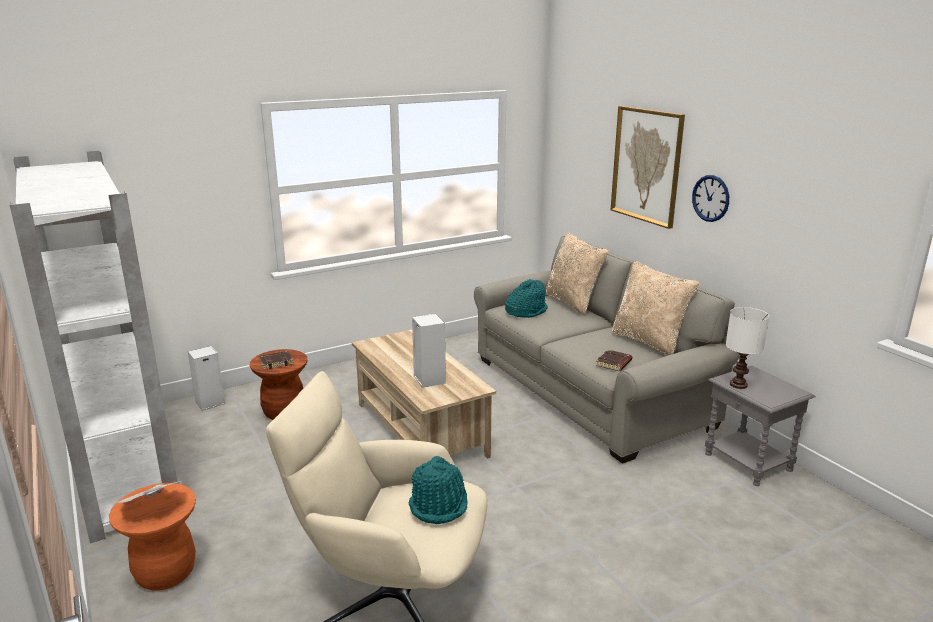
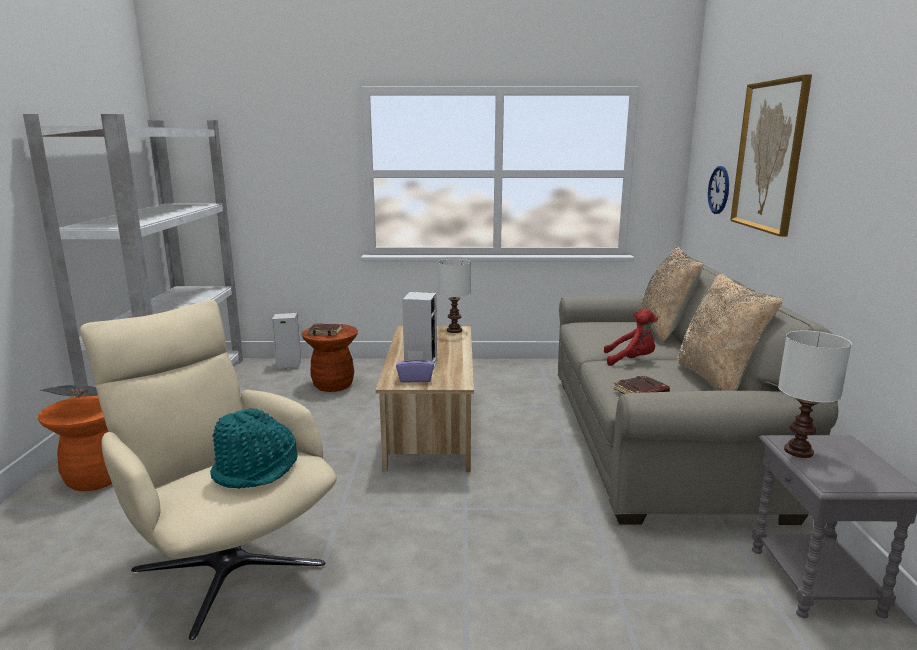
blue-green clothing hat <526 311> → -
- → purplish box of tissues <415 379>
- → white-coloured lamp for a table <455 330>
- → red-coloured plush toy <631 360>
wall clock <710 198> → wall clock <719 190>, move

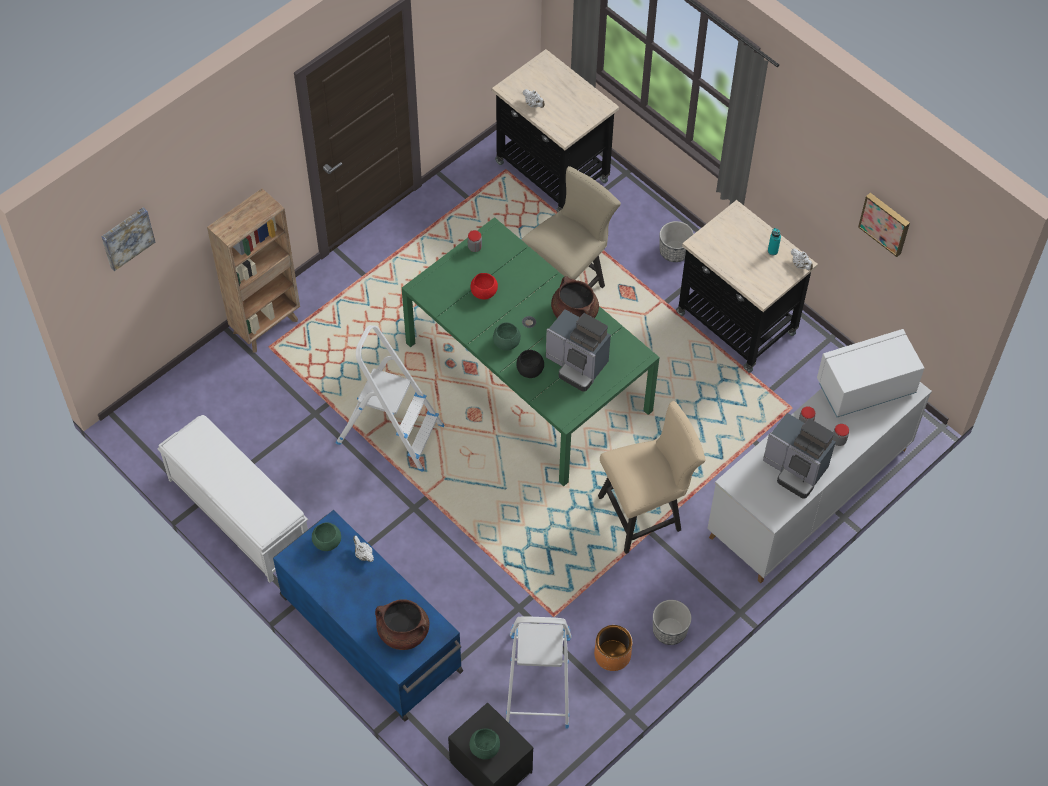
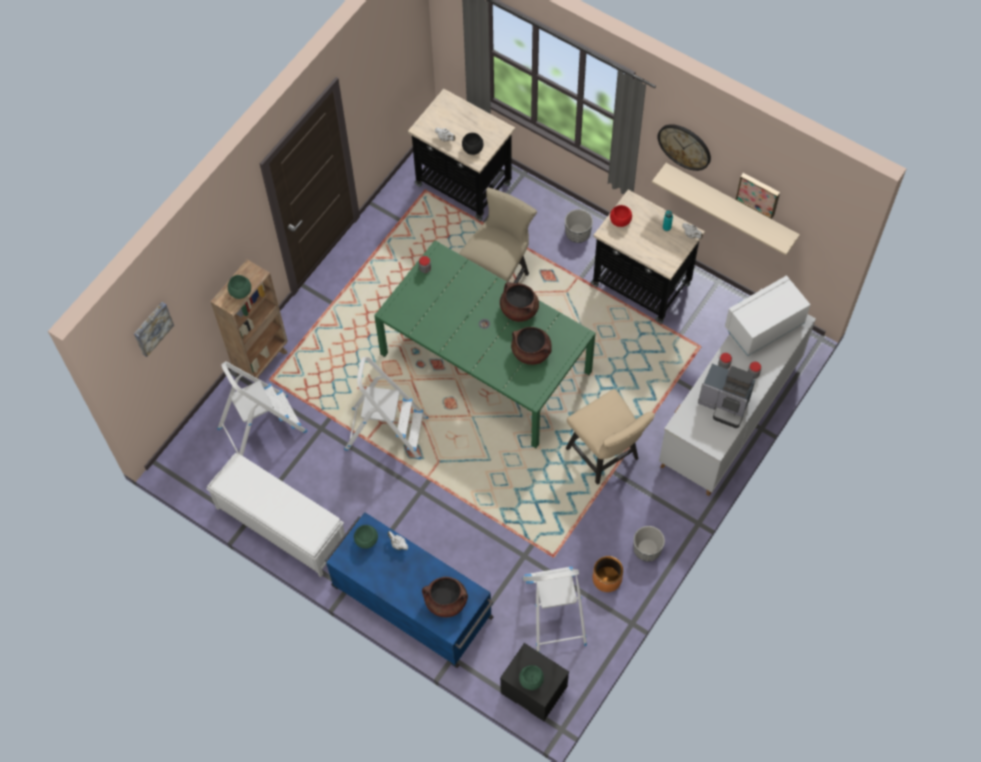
- → white-coloured step stool <263 429>
- → sand-coloured bracket shelf <730 205>
- → wall clock <684 146>
red-coloured serving bowl <483 292> → red-coloured serving bowl <620 221>, move
greenish serving bowl <507 343> → greenish serving bowl <241 291>, move
black serving bowl <530 370> → black serving bowl <473 148>, move
coffee brewer <577 364> → brown-coloured stockpot <531 352>
sand-coloured chair <646 512> → sand-coloured chair <606 456>, 90 degrees clockwise

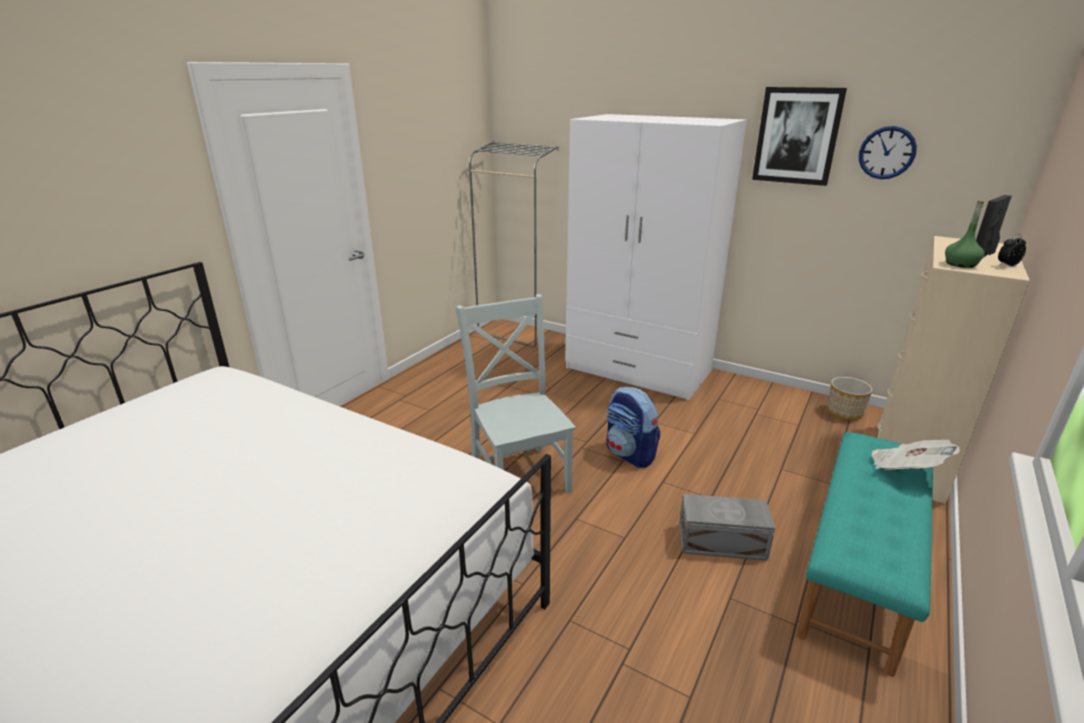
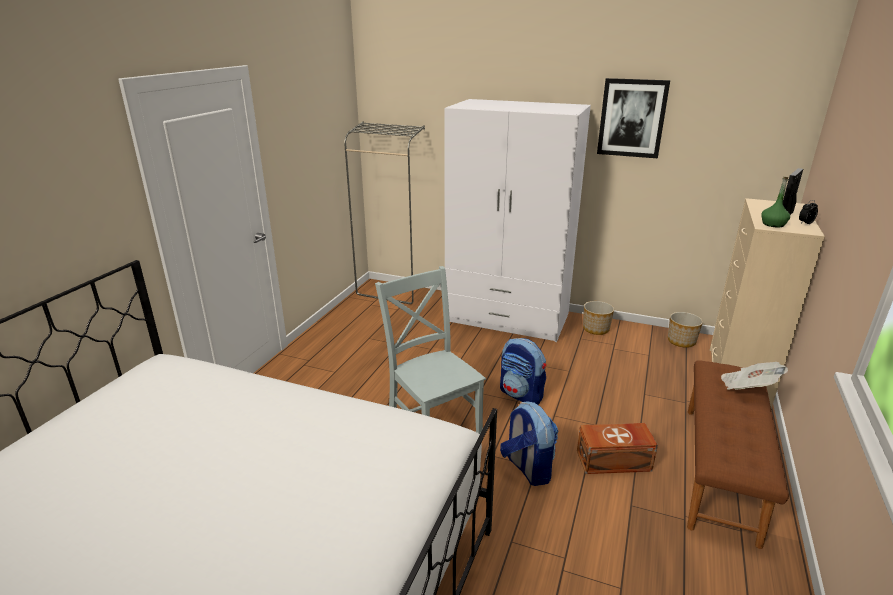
wall clock <887 152> → -
- → backpack <527 468>
- → planter <596 329>
gray storage bin <723 543> → brown-coloured storage bin <615 461>
blue-green long seat <859 570> → brown-coloured long seat <721 470>

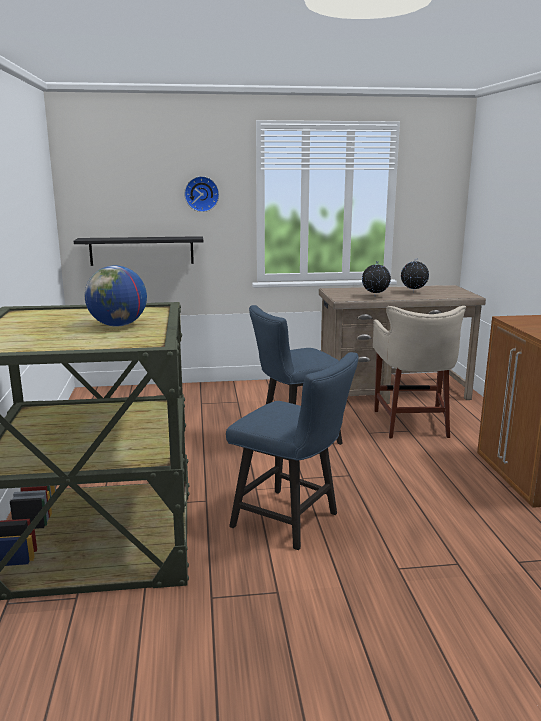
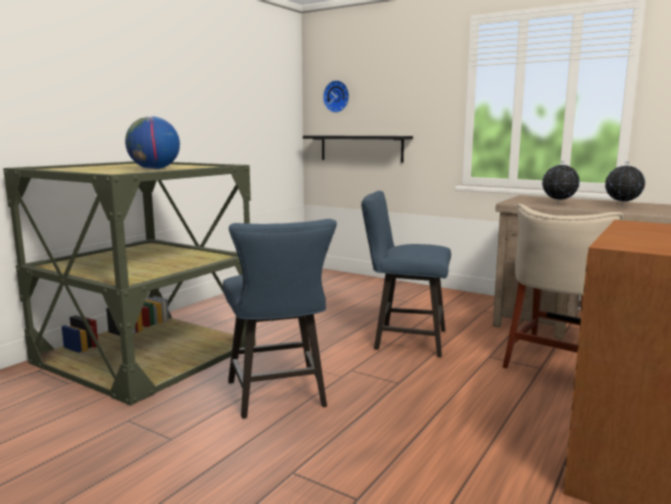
wall clock <201 194> → wall clock <337 96>, move

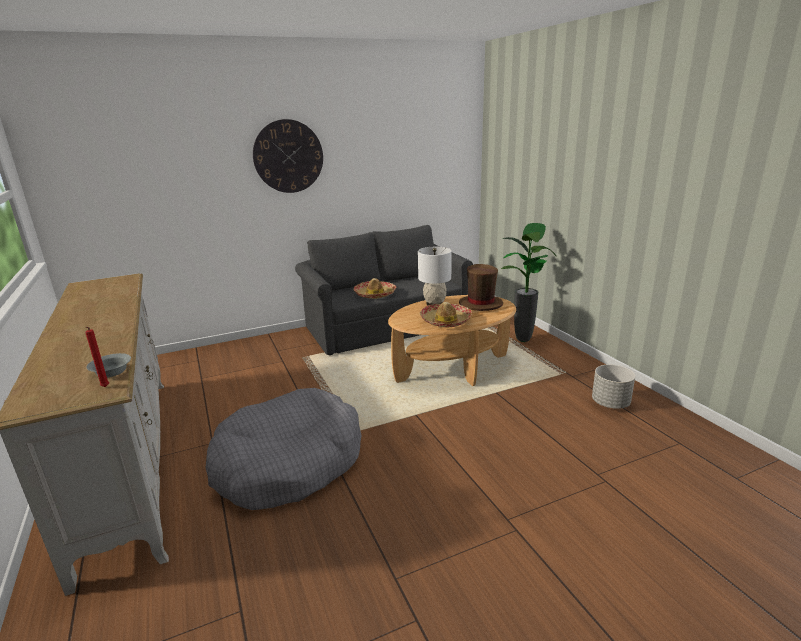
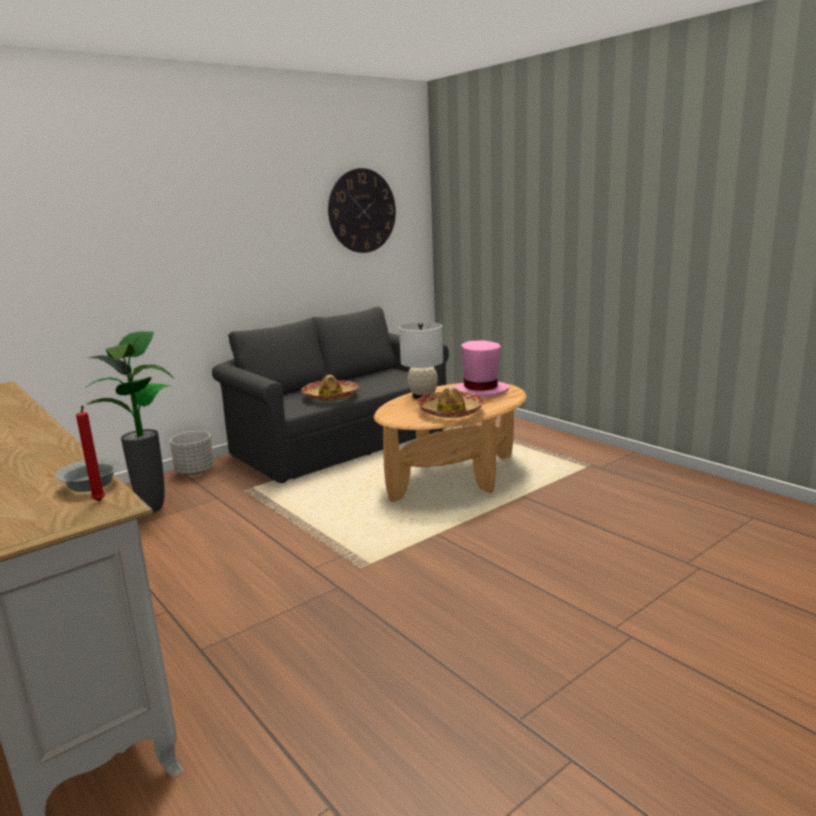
gray dog bed <288 463> → -
wall clock <288 156> → wall clock <362 211>, move
potted plant <524 340> → potted plant <154 509>, move
gray planter <610 403> → gray planter <195 471>, move
brown-coloured clothing hat <480 304> → pink-coloured clothing hat <480 391>

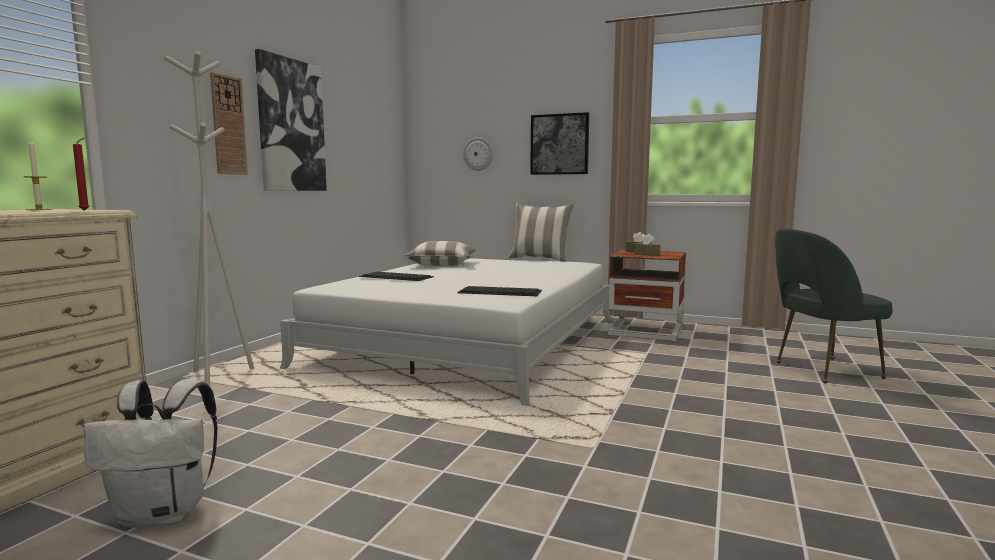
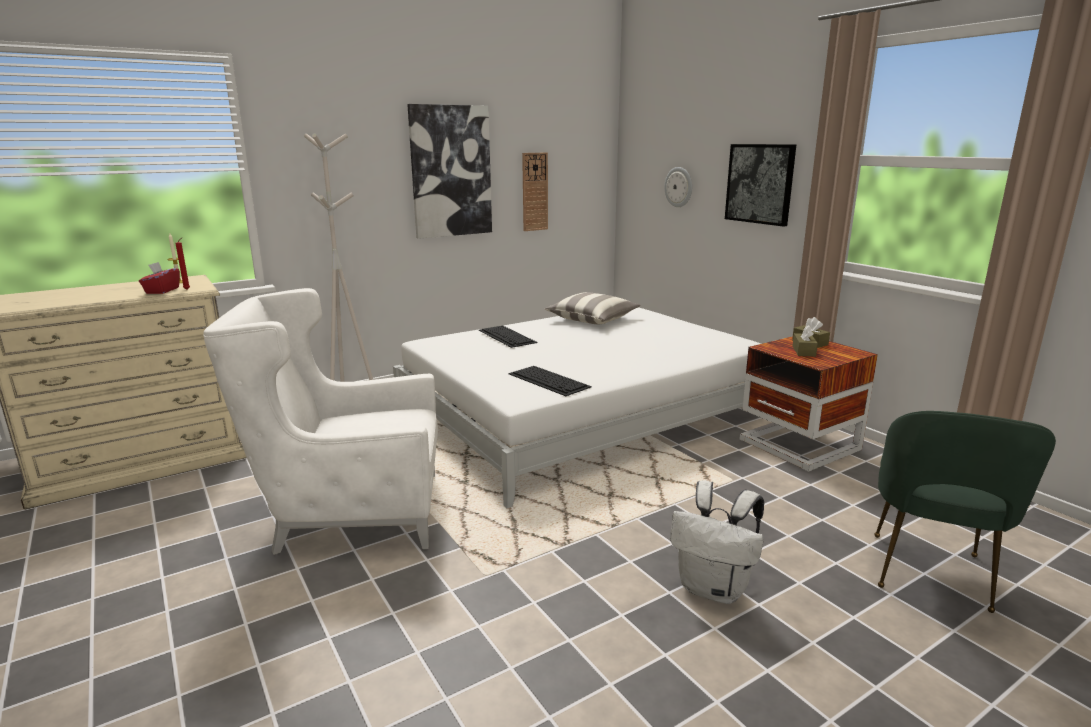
cushion <540 259> → -
- → red-coloured box of tissues <162 291>
- → white-coloured easy chair <351 514>
white-coloured backpack <165 513> → white-coloured backpack <714 589>, move
wall clock <228 125> → wall clock <534 192>, move
greenish chair <821 371> → greenish chair <929 578>, 90 degrees counterclockwise

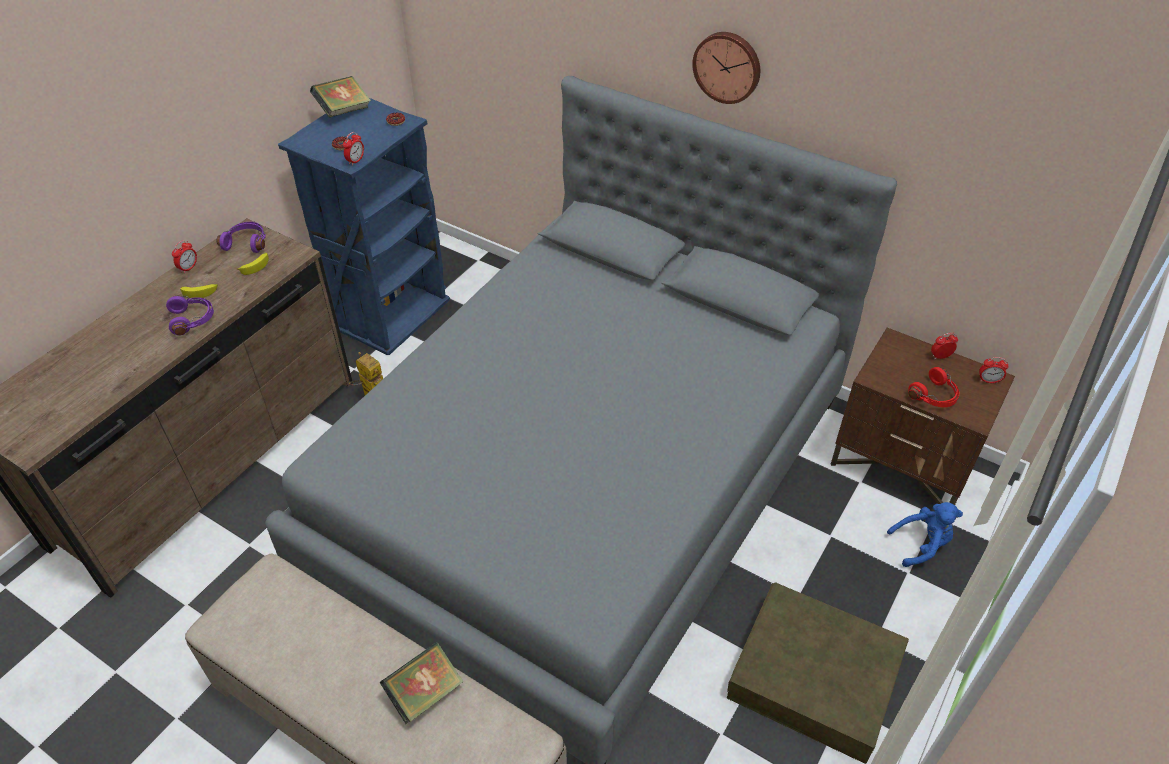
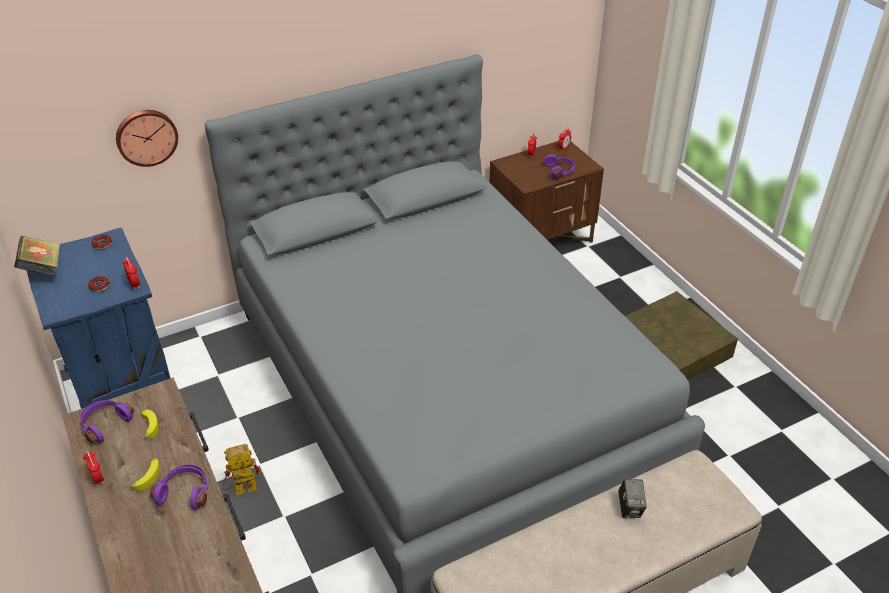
bluish plush toy <921 544> → -
wall clock <728 66> → wall clock <146 136>, move
bound book <425 693> → still camera <630 508>
red-coloured headphones <934 396> → purplish headphones <560 171>

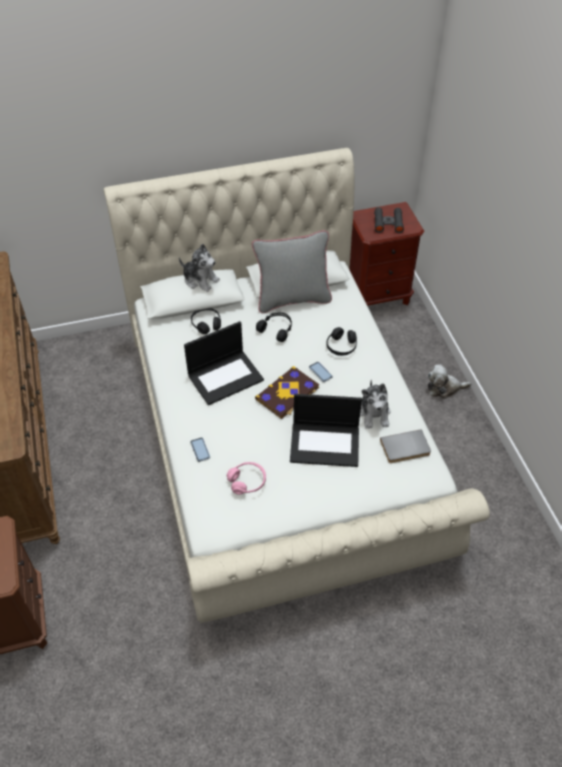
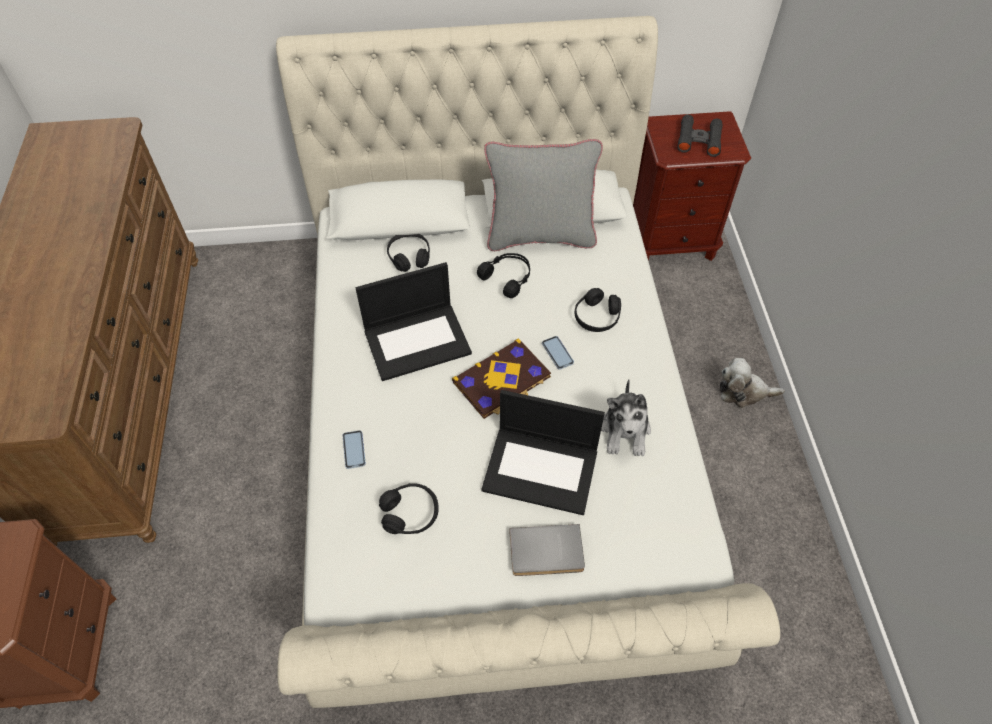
plush toy <200 280> → -
gray bound book <405 449> → gray bound book <546 553>, move
pink-coloured headphones <247 481> → black headphones <410 513>

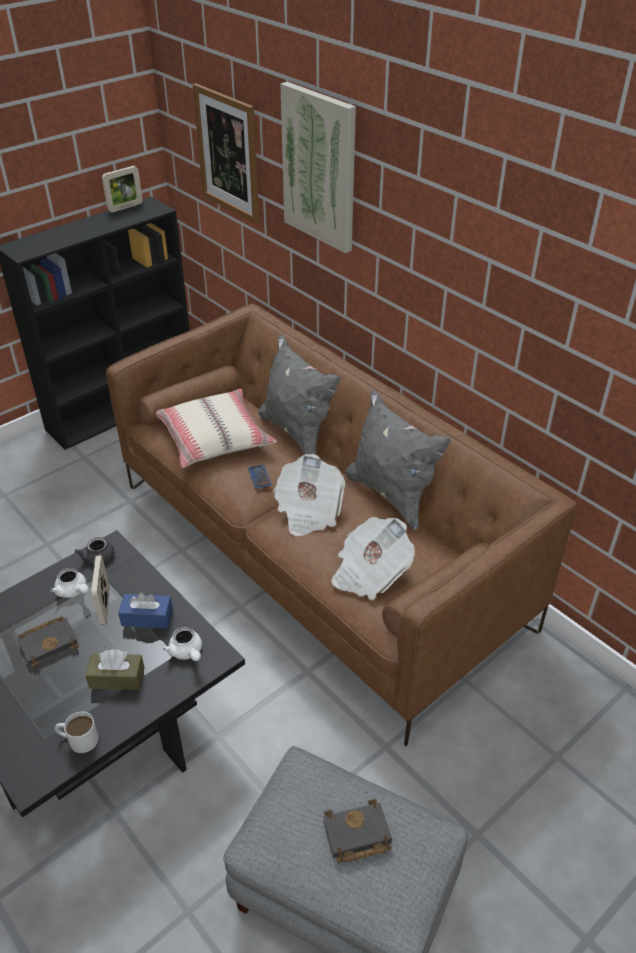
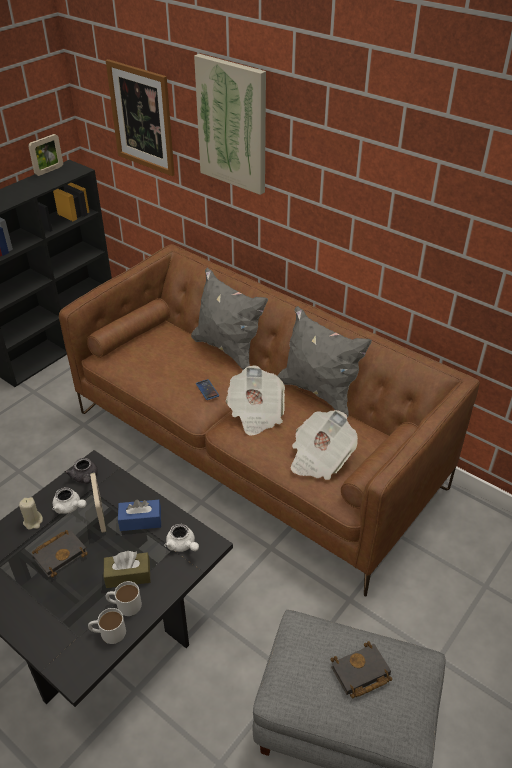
sand-coloured cushion <214 438> → -
- → sand-coloured wax light <33 521>
- → white-coloured tea mug <124 604>

